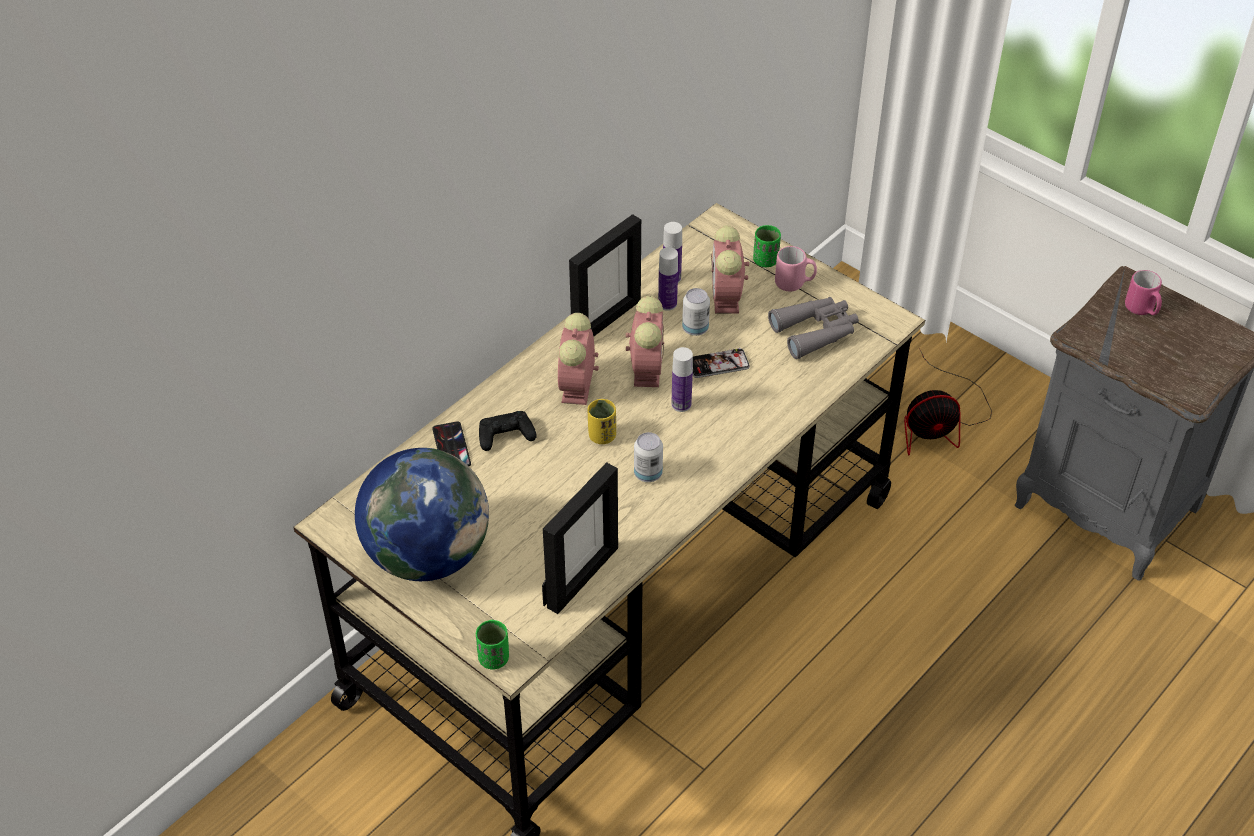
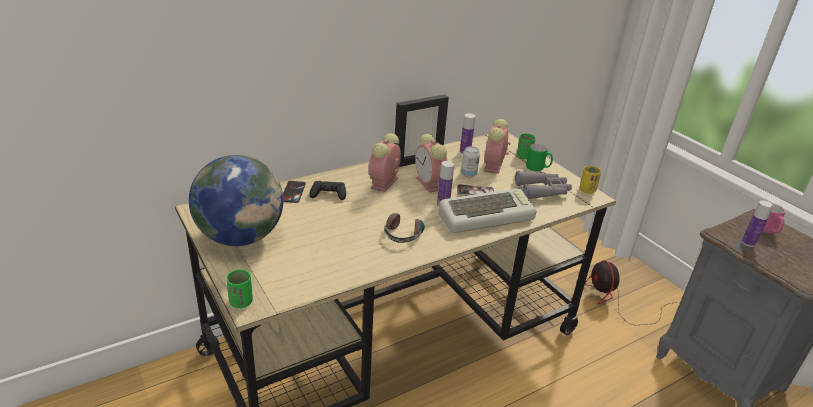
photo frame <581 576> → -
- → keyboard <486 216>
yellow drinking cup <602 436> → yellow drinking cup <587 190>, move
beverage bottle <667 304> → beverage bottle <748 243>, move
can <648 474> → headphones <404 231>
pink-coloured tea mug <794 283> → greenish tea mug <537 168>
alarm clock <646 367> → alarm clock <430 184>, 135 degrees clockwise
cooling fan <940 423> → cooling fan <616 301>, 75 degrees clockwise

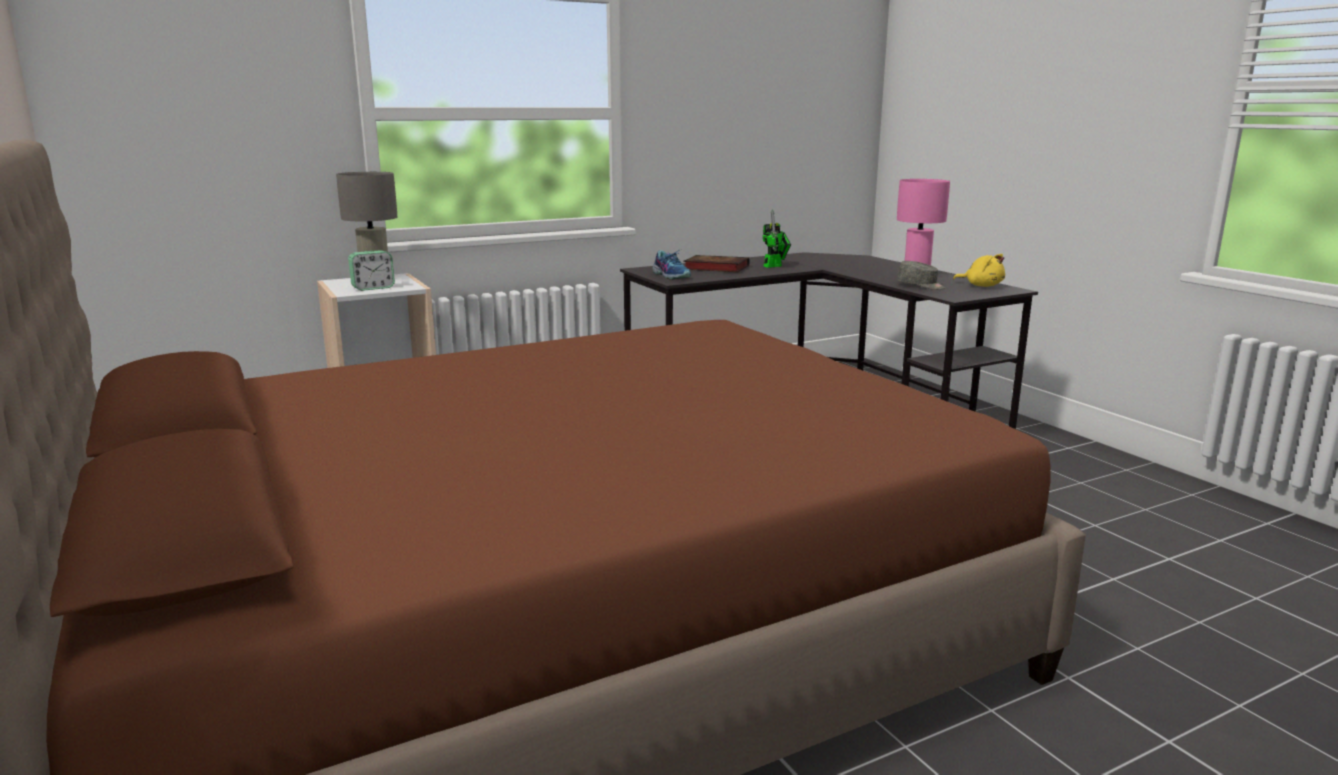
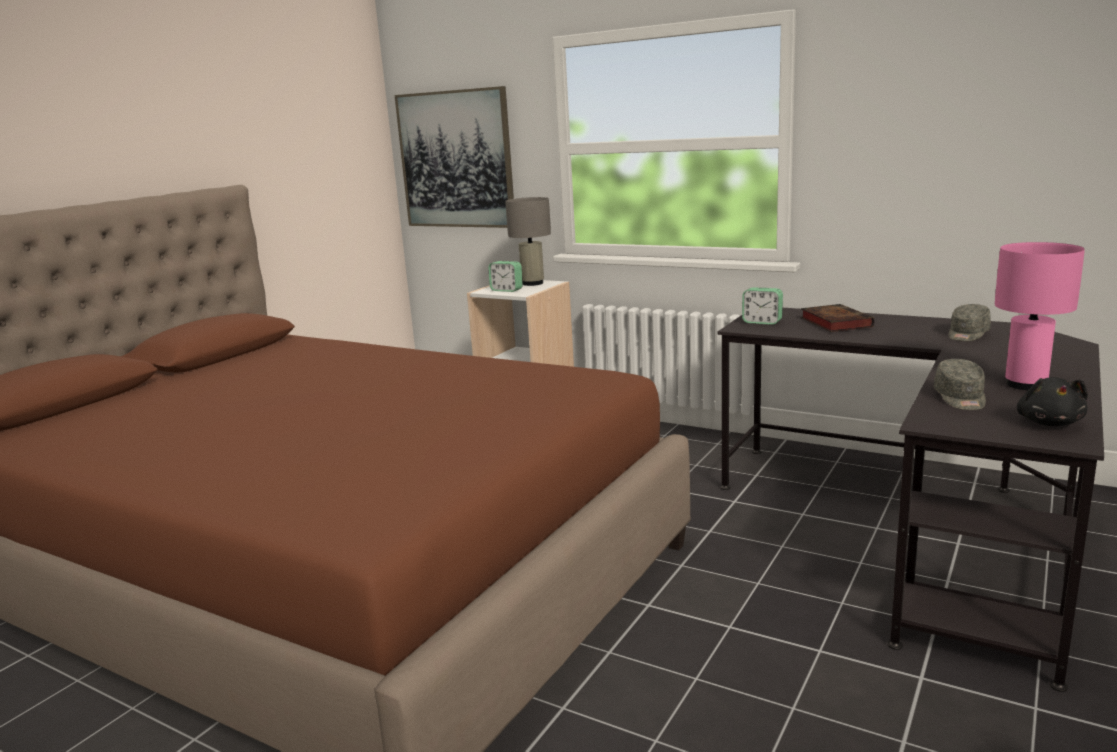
model robot <775 266> → -
- → wall picture <456 159>
- → gray baseball cap <967 334>
low shoe <671 275> → alarm clock <762 322>
yellow plush toy <981 286> → black plush toy <1049 422>

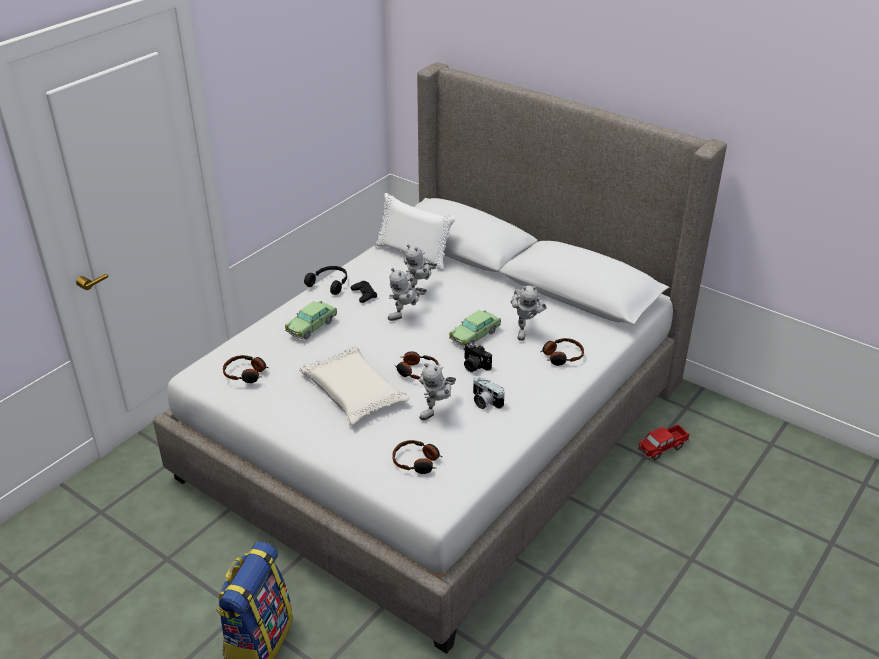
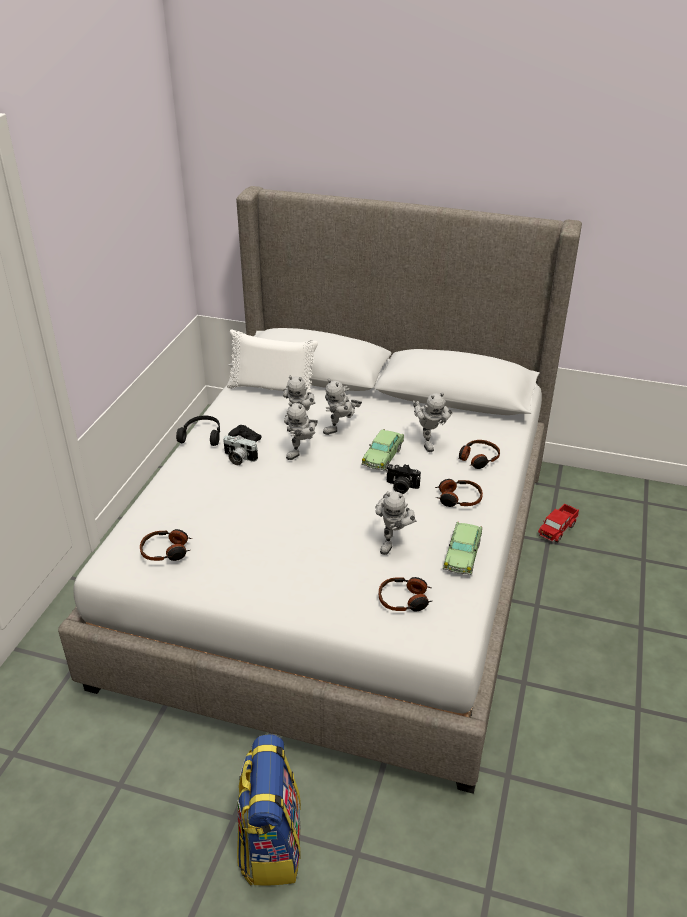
white-coloured cushion <353 391> → -
- → model robot <341 429>
toy car <311 326> → toy car <462 555>, move
headphones <417 371> → headphones <458 498>, move
still camera <484 401> → still camera <238 458>, move

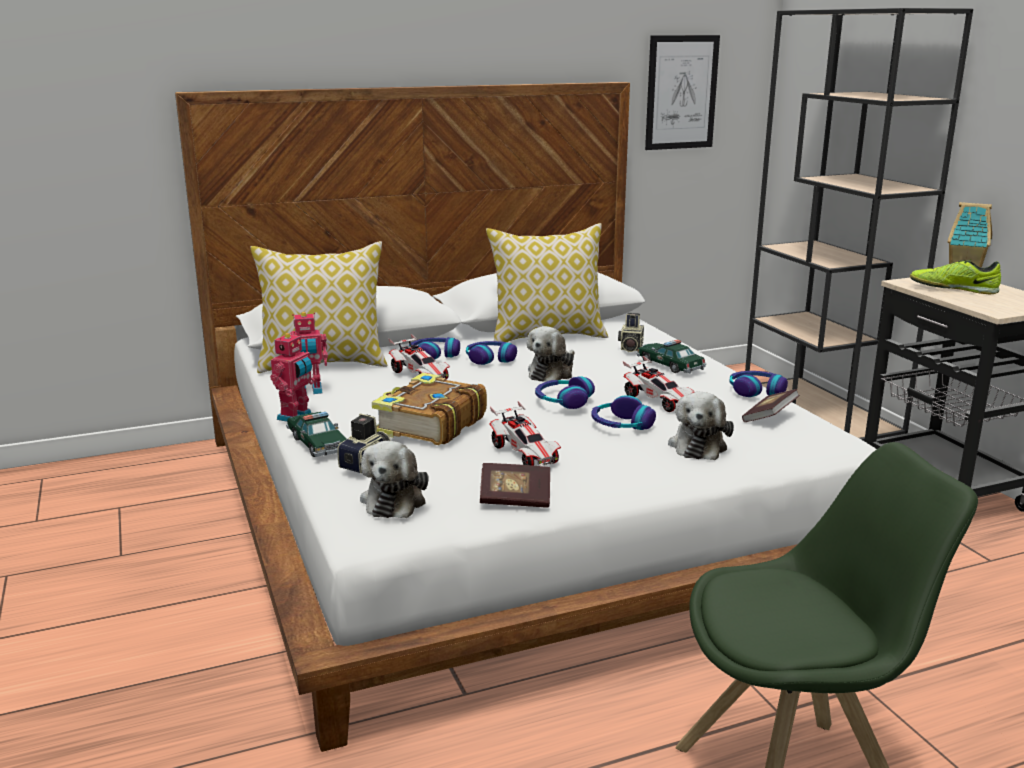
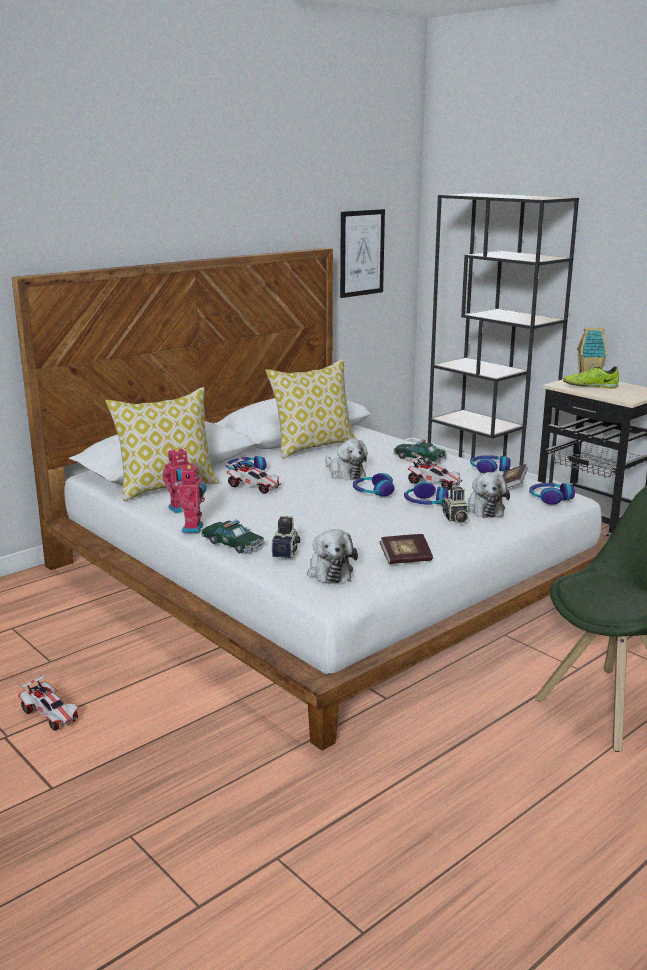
bound book <429 425> → -
headphones <490 359> → headphones <550 498>, move
toy car <525 454> → toy car <51 715>, move
still camera <630 348> → still camera <455 519>, move
plush toy <552 373> → plush toy <345 473>, 45 degrees counterclockwise

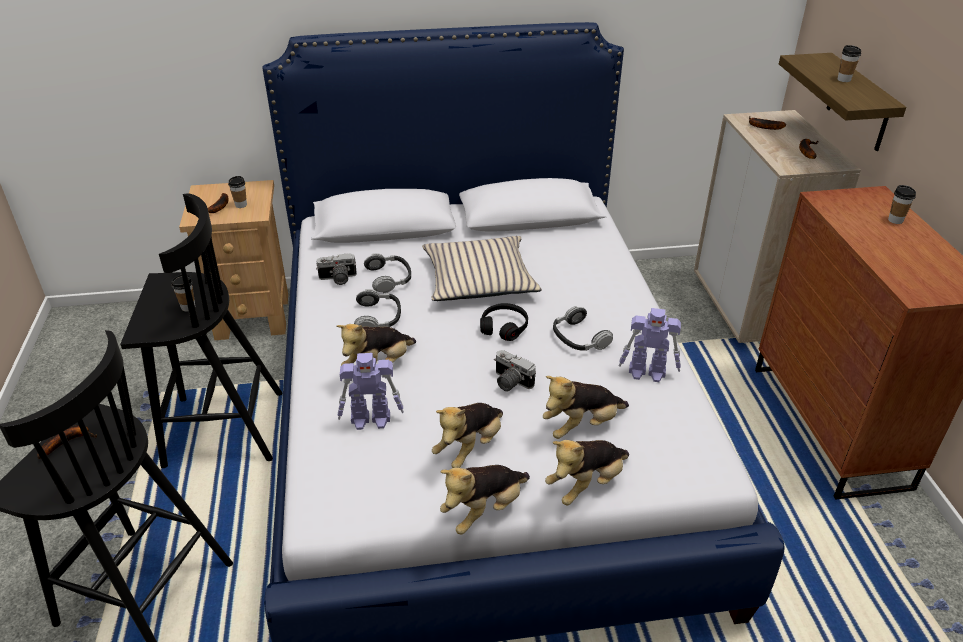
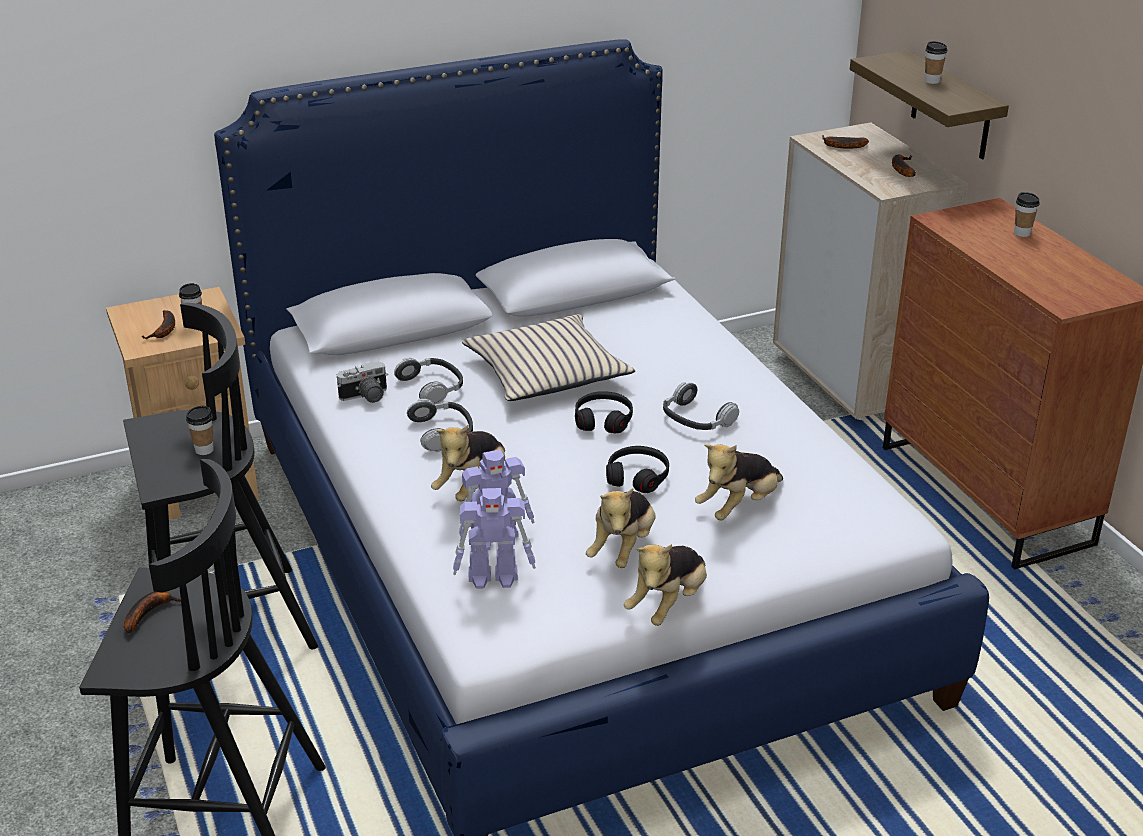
plush toy <586 484> → -
model robot <648 372> → model robot <494 577>, move
still camera <509 382> → black headphones <637 476>

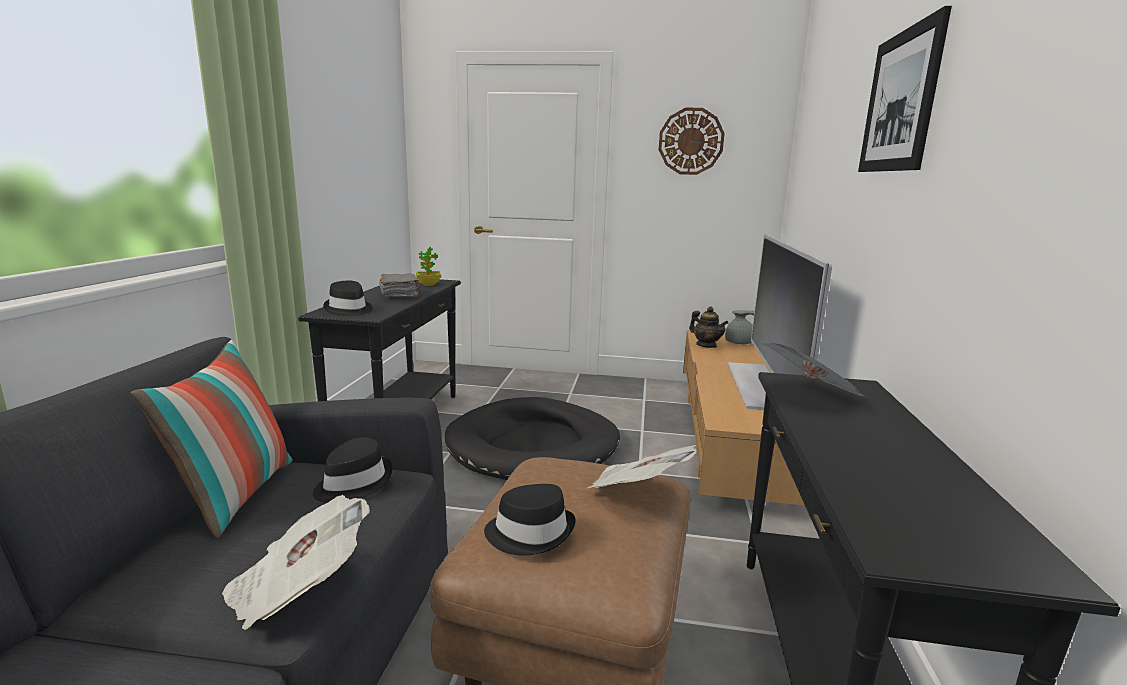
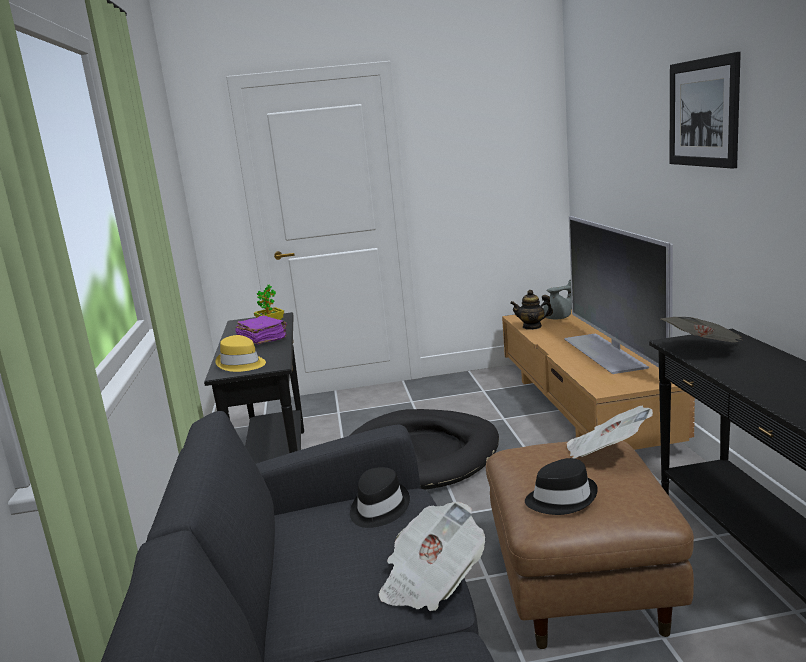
cushion <235 496> → -
wall clock <691 141> → -
black clothing hat <348 310> → yellow clothing hat <241 364>
gray bound book <400 295> → purplish bound book <262 339>
teapot <706 345> → teapot <532 326>, 150 degrees clockwise

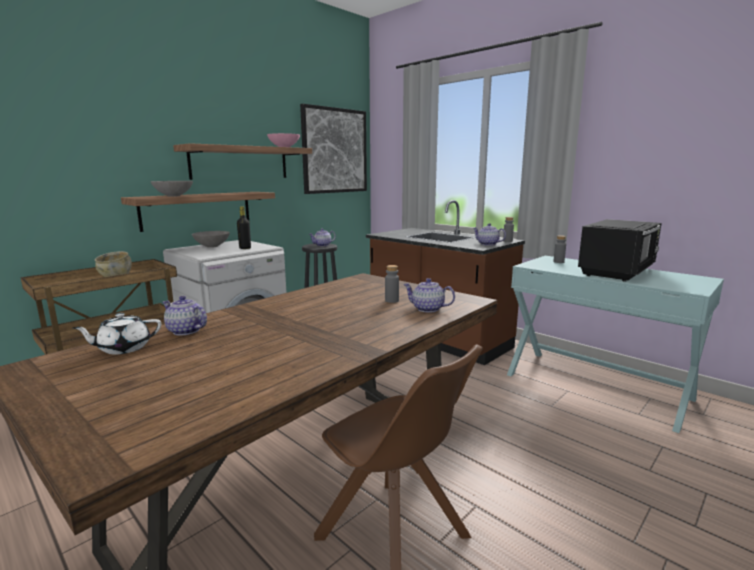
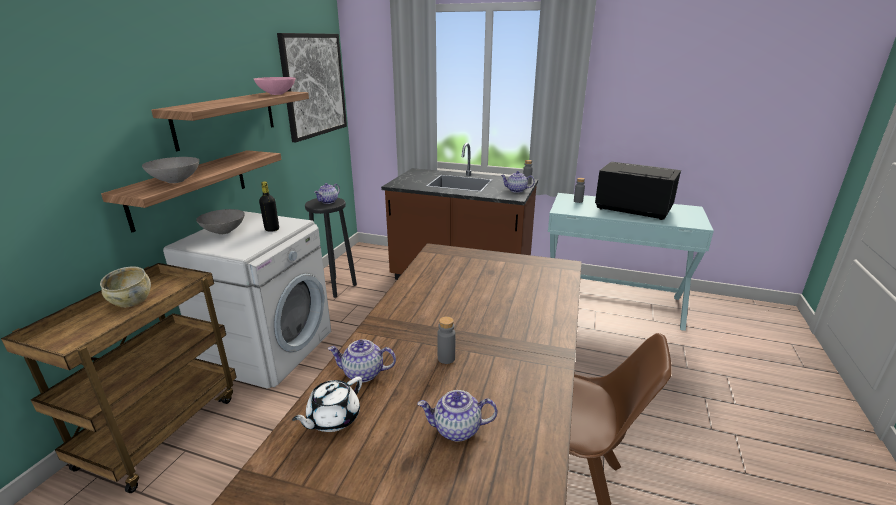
gray beverage bottle <391 300> → gray beverage bottle <446 358>, move
teapot <427 309> → teapot <456 429>, move
black kitchen microwave <618 272> → black kitchen microwave <632 209>, 75 degrees counterclockwise

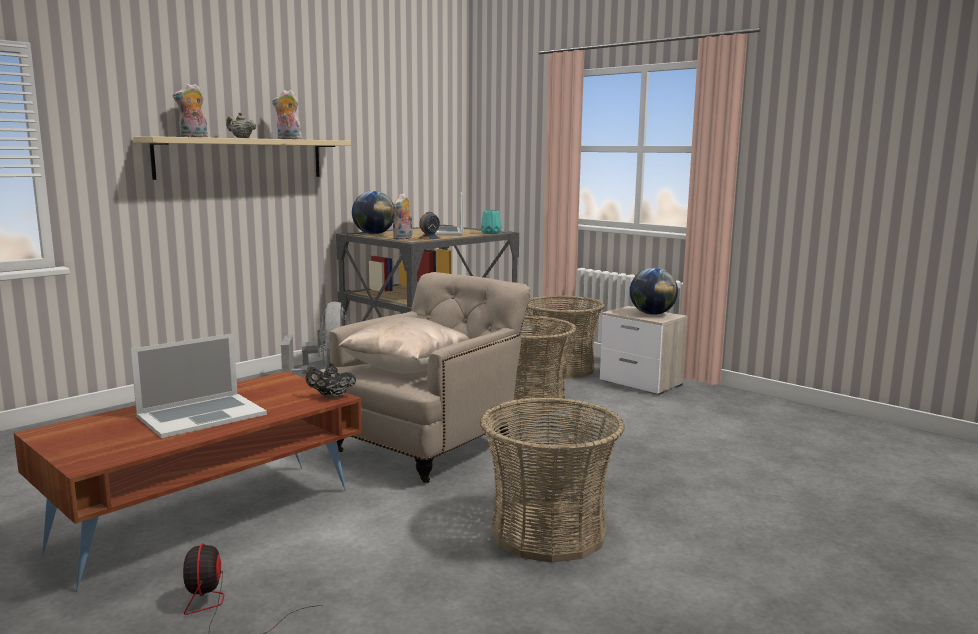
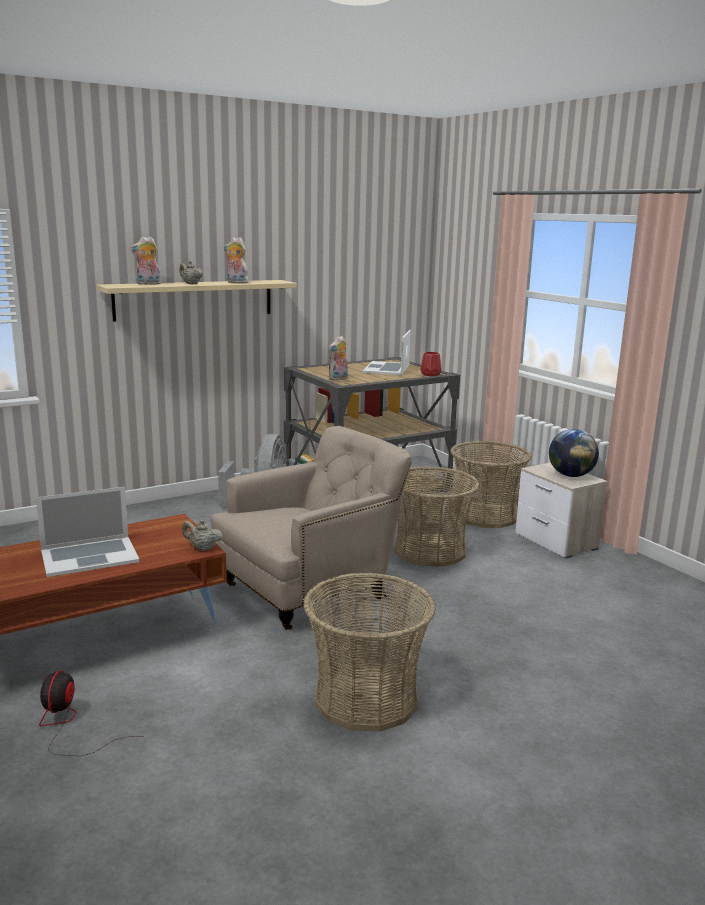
sand-coloured cushion <406 369> → -
desk globe <373 234> → -
alarm clock <429 238> → -
black teapot <331 397> → sand-coloured teapot <202 548>
blue-green flower vase <491 233> → red-coloured flower vase <430 374>

